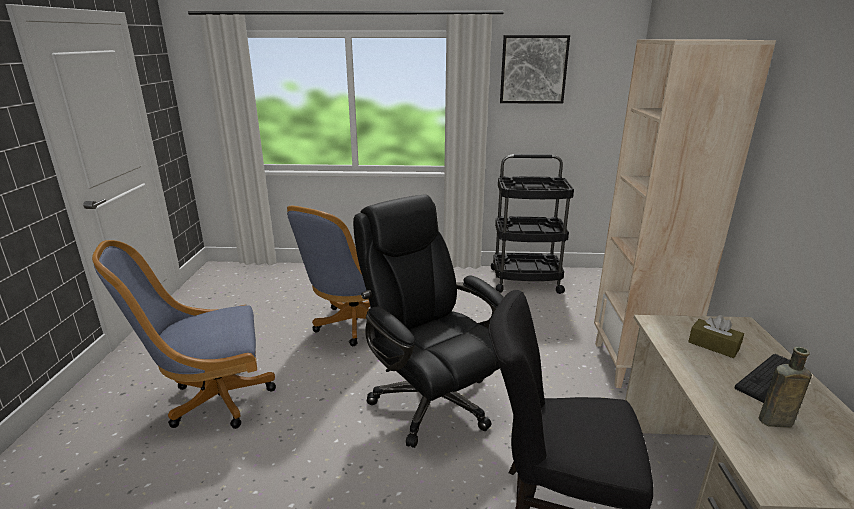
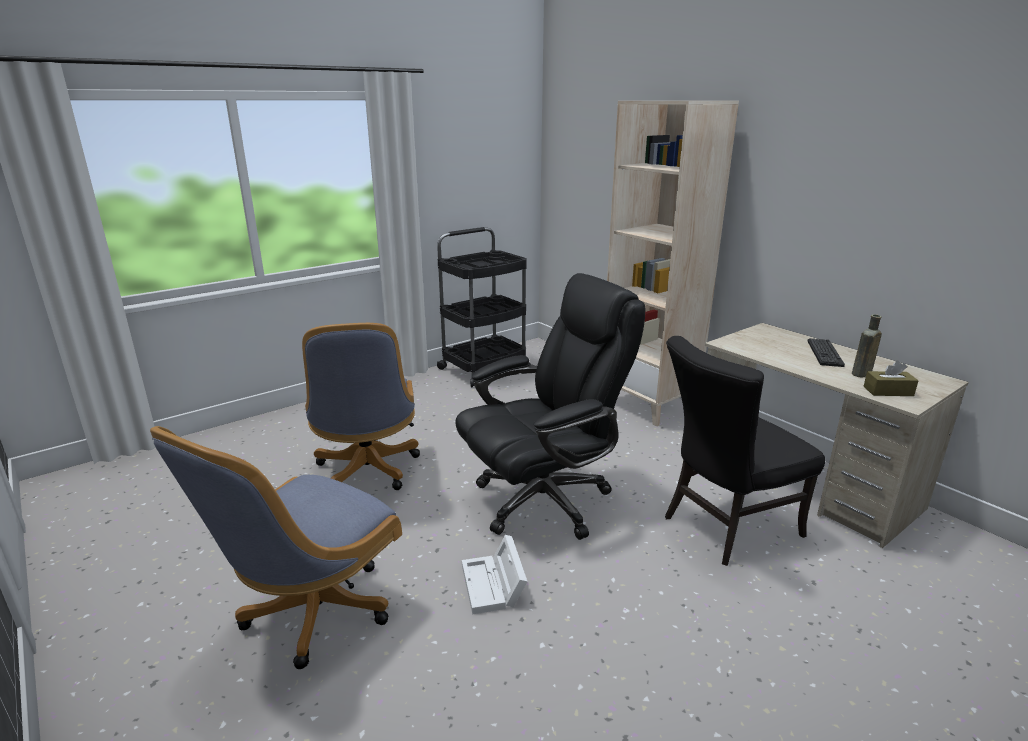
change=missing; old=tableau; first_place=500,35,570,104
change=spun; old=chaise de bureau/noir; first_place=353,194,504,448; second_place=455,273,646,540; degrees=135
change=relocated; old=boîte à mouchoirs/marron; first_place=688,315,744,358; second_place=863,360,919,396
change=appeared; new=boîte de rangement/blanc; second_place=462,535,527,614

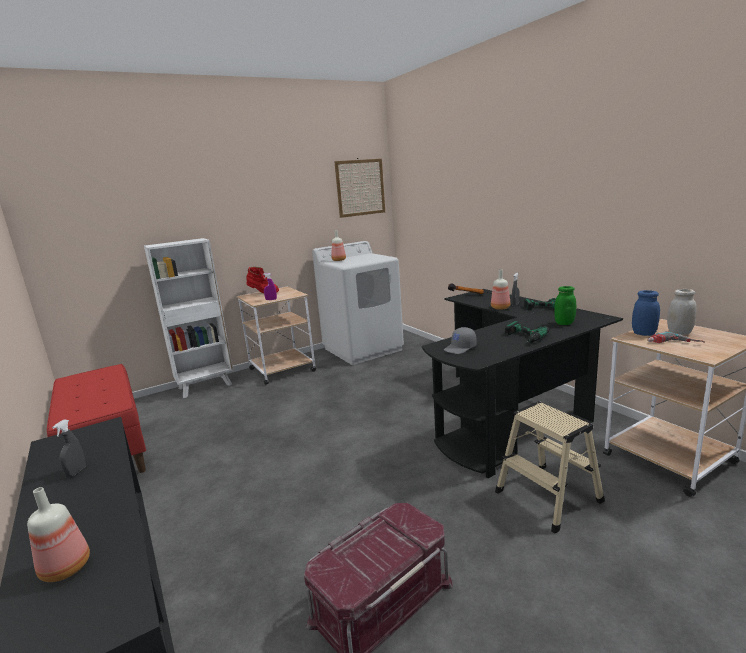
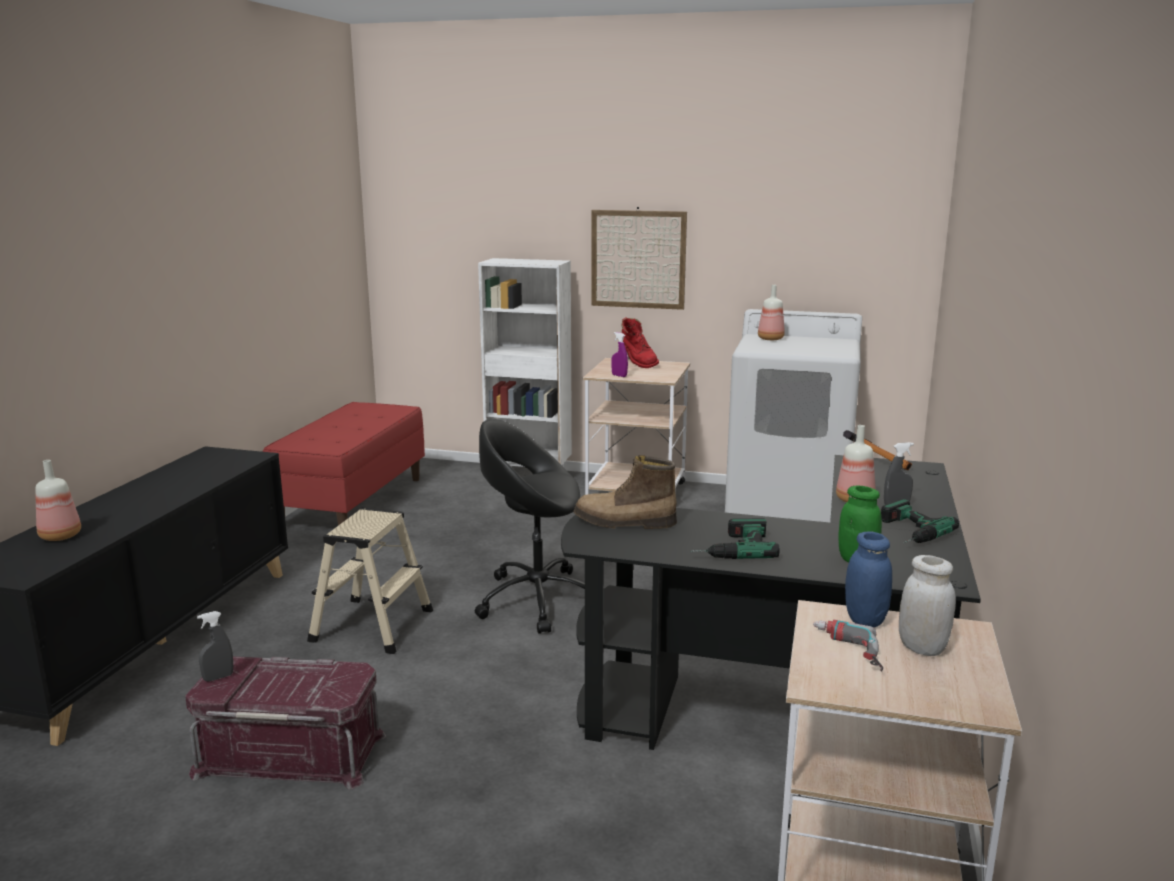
change=relocated; old=tableau; first_place=334,158,385,218; second_place=591,207,687,310
change=exchanged; old=casquette/gris; new=botte; first_place=444,327,477,354; second_place=574,455,677,529
change=relocated; old=escabeau/beige; first_place=495,401,605,533; second_place=307,508,433,654
change=relocated; old=vaporisateur/gris; first_place=52,420,86,477; second_place=197,611,233,682
change=appeared; new=chaise de bureau/noir; second_place=475,419,585,634

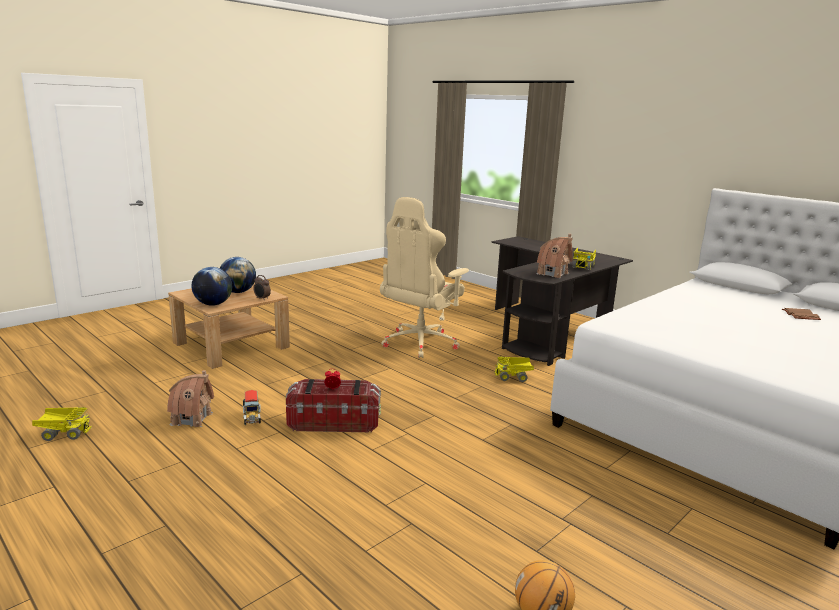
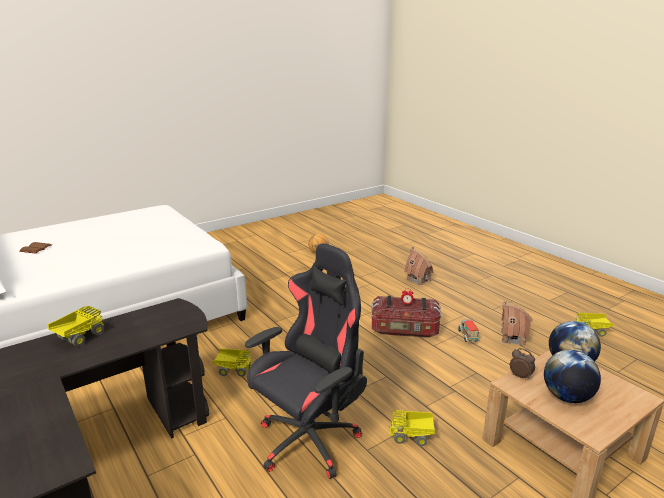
change=colour; old=chaise de bureau/beige; new=chaise de bureau/noir; first_place=380,197,469,358; second_place=245,244,367,479
change=relocated; old=maison miniature; first_place=536,234,573,278; second_place=404,246,433,285
change=appeared; new=camion jouet; second_place=389,410,435,446

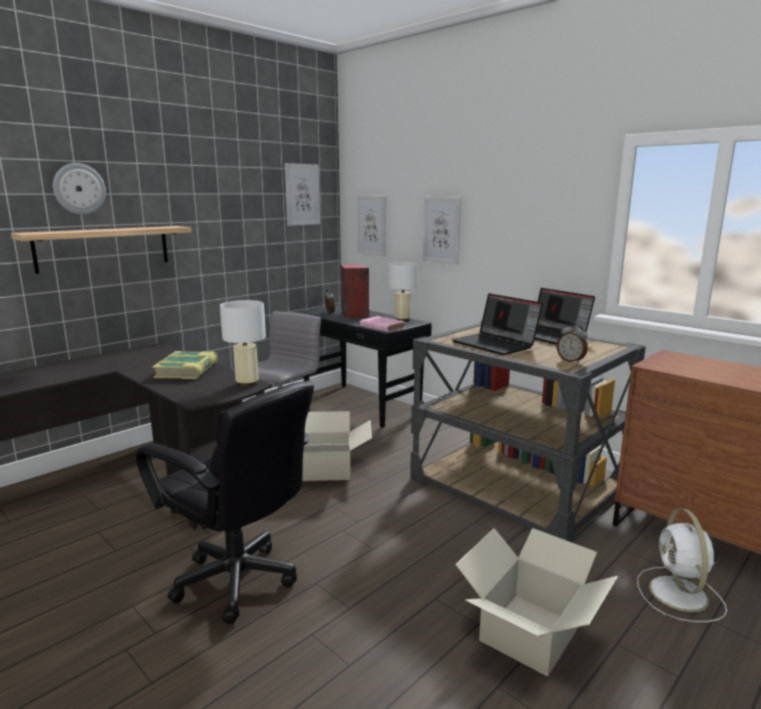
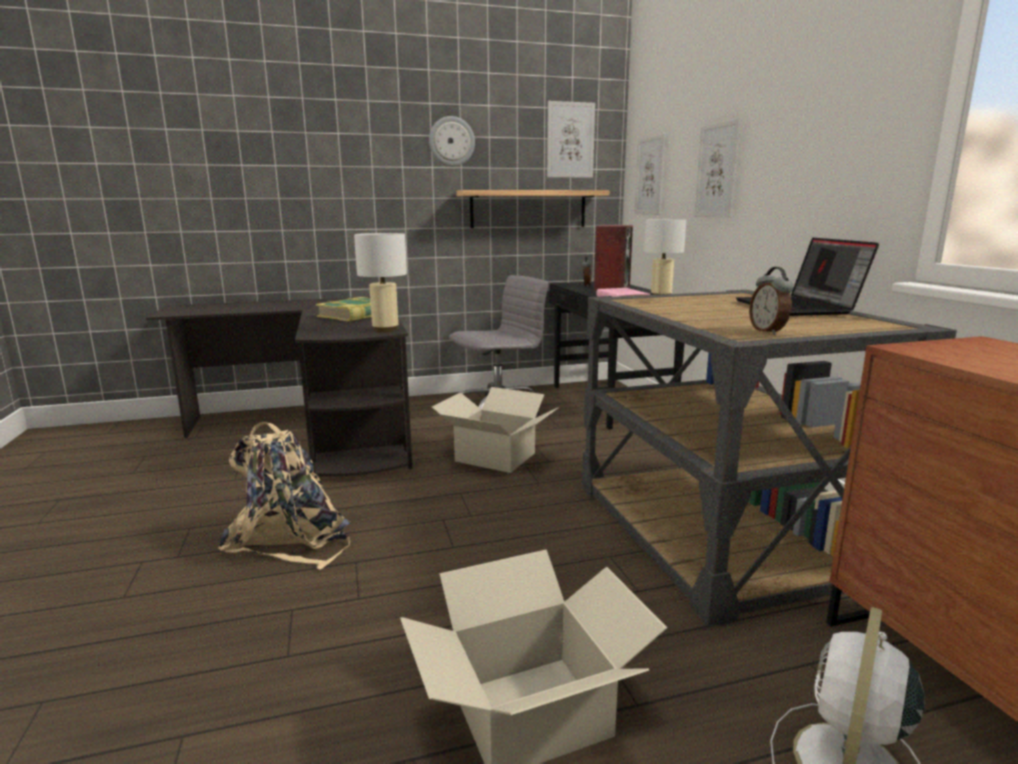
change=relocated; old=horloge murale; first_place=53,163,106,215; second_place=429,116,475,166
change=relocated; old=étagère; first_place=11,226,192,274; second_place=456,190,609,228
change=missing; old=ordinateur portable; first_place=452,293,543,355
change=exchanged; old=chaise de bureau/noir; new=sac à dos/beige; first_place=136,380,314,624; second_place=218,422,350,570

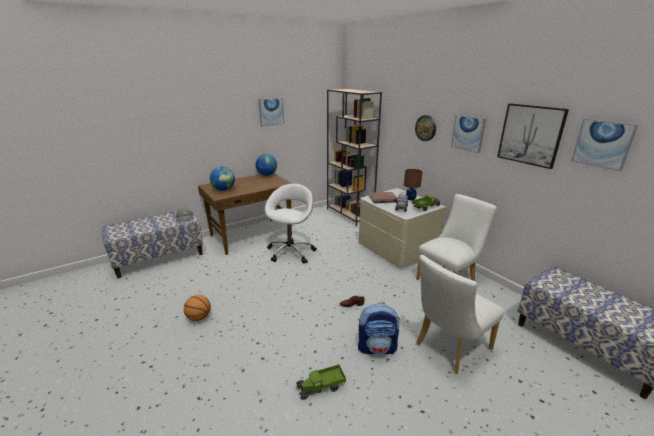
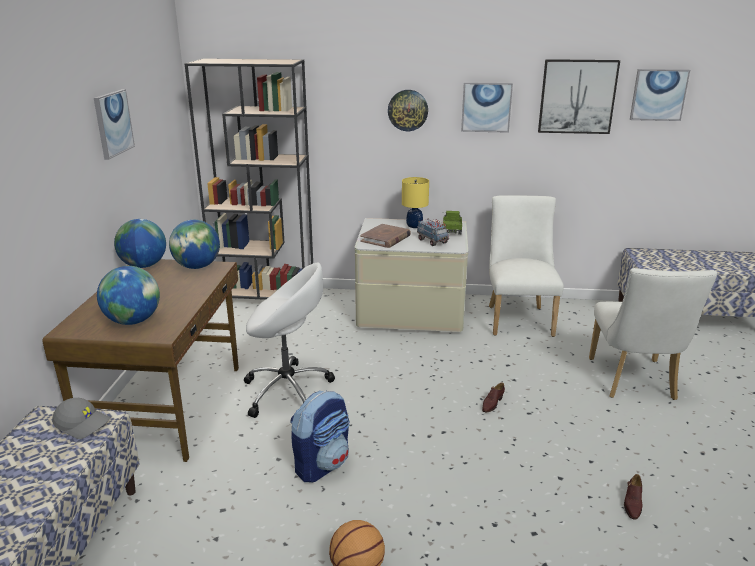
change=colour; old=lampe de table/marron; new=lampe de table/jaune; first_place=404,169,422,200; second_place=402,177,429,228
change=spun; old=chaise de bureau/blanc; first_place=265,184,317,264; second_place=244,262,335,418; degrees=120
change=relocated; old=sac à dos; first_place=358,303,400,355; second_place=290,390,350,482
change=exchanged; old=camion jouet; new=chaussure/marron; first_place=296,364,346,400; second_place=624,474,642,520
change=appeared; new=globe; second_place=169,220,220,269

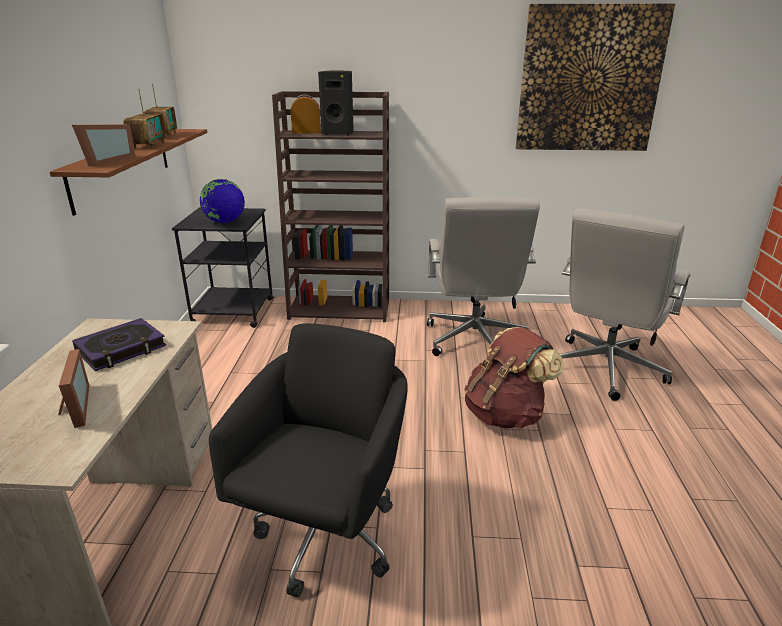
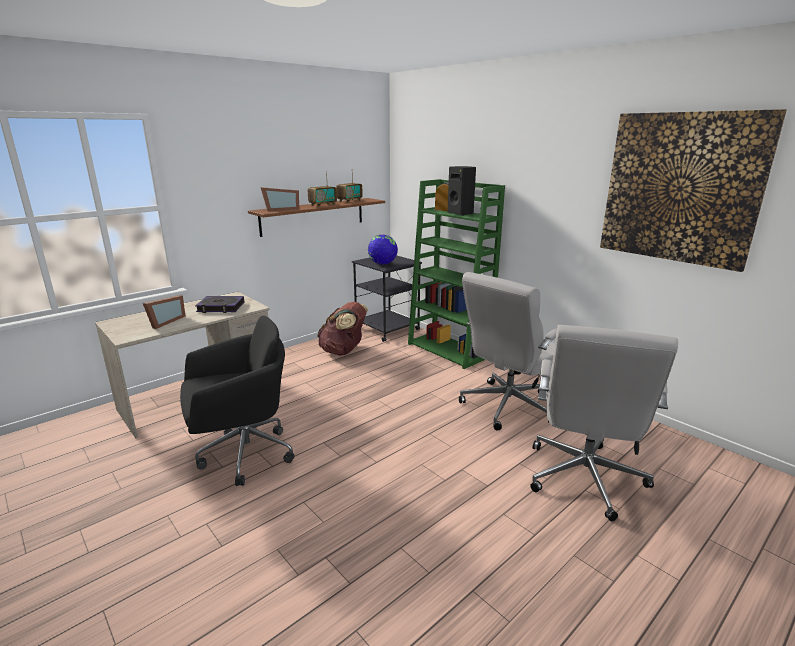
change=colour; old=bibliothèque/marron; new=bibliothèque/vert; first_place=272,91,389,322; second_place=408,179,505,369
change=spun; old=chaise de bureau/gris; first_place=560,208,690,401; second_place=530,325,678,521; degrees=-60
change=relocated; old=sac à dos/marron; first_place=464,327,565,429; second_place=317,302,368,356

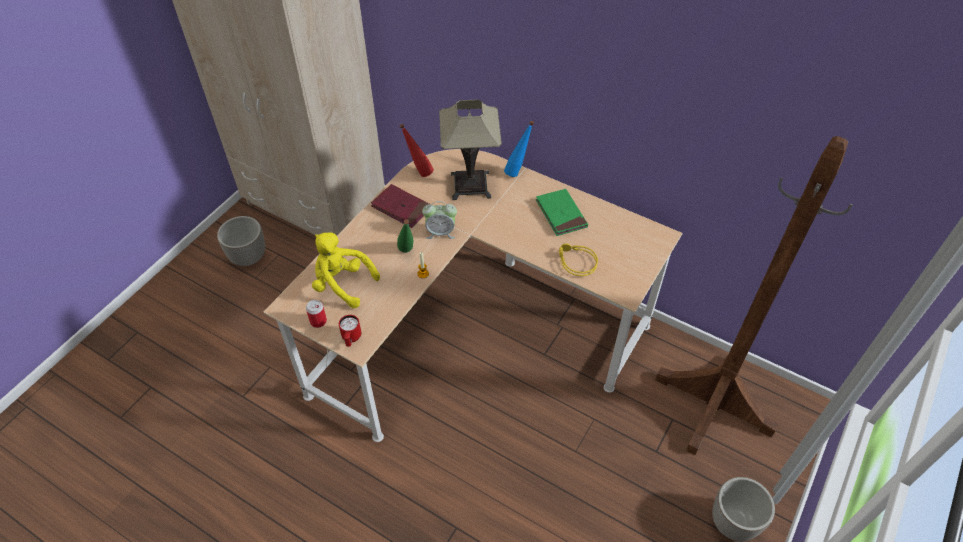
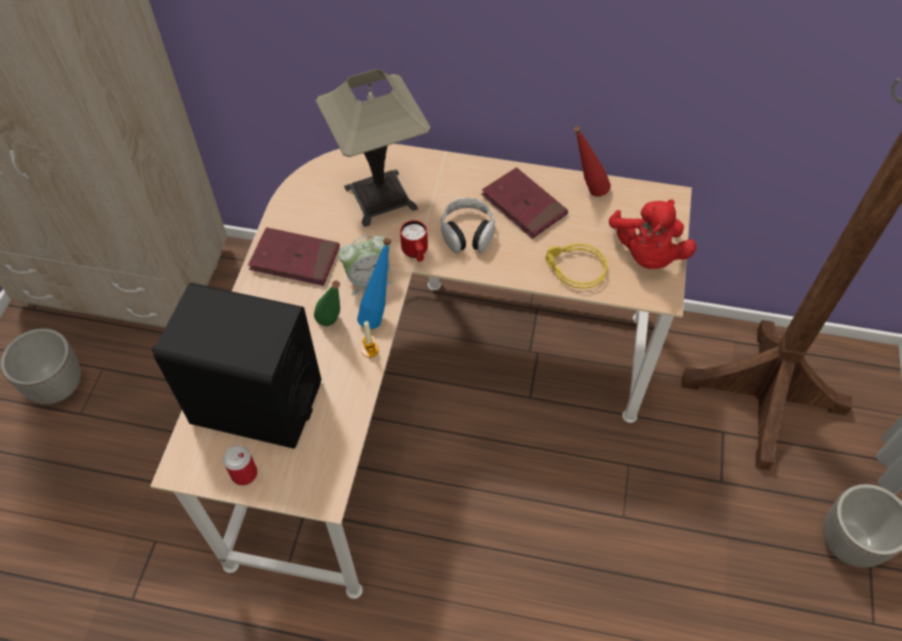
change=relocated; old=bouteille/bleu; first_place=504,121,534,177; second_place=357,238,391,329
change=relocated; old=bouteille/rouge; first_place=400,124,434,177; second_place=574,126,611,197
change=colour; old=livre/vert; new=livre/rouge; first_place=536,189,588,236; second_place=481,167,568,239
change=exchanged; old=peluche/jaune; new=enceinte/noir; first_place=312,232,380,308; second_place=152,283,321,449
change=relocated; old=mug/rouge; first_place=339,315,361,347; second_place=400,220,428,262
change=appeared; new=casque audio; second_place=440,198,495,253
change=appeared; new=peluche/rouge; second_place=609,199,697,269

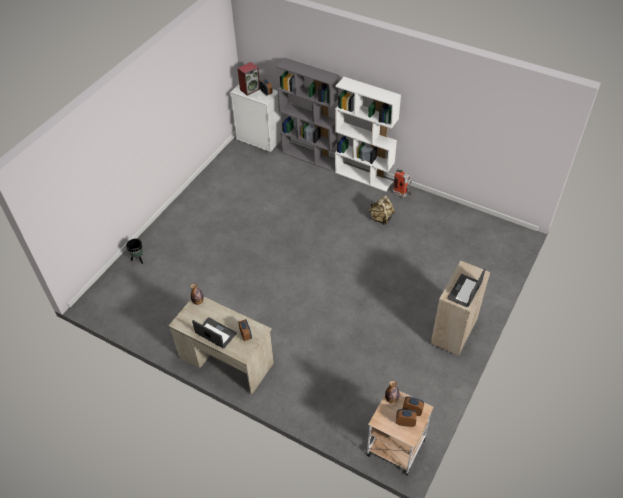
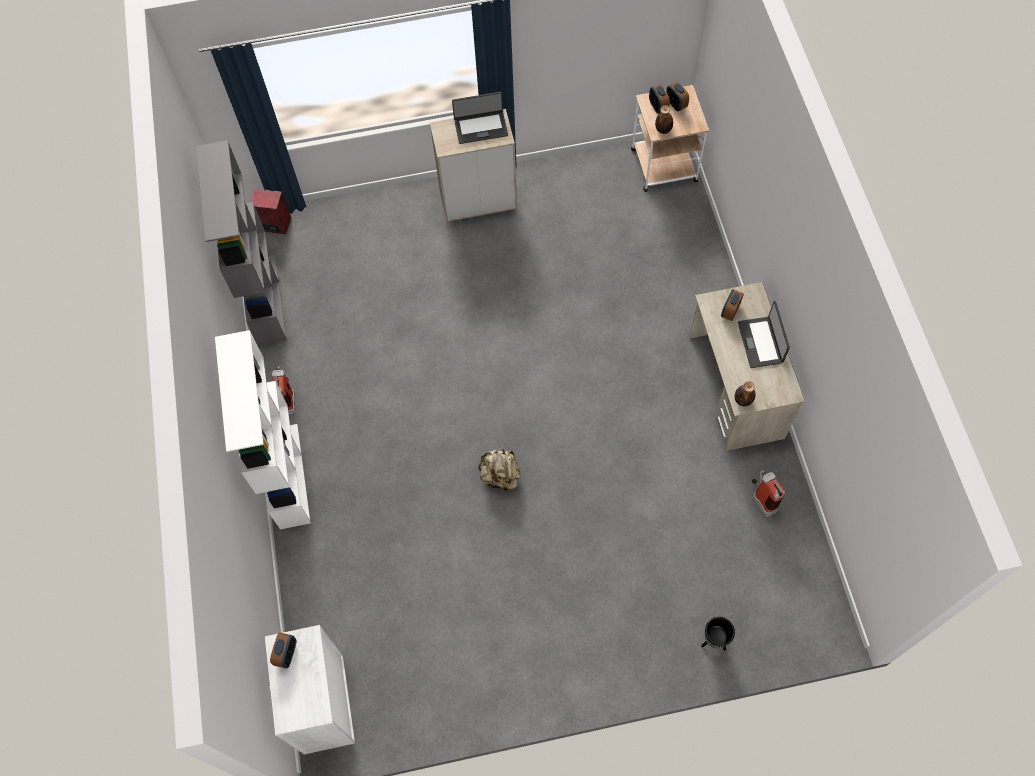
change=relocated; old=bibliothèque/gris; first_place=276,58,338,171; second_place=196,140,287,346
change=relocated; old=enceinte; first_place=237,62,260,96; second_place=251,188,291,234
change=relocated; old=sac à dos/beige; first_place=369,196,395,225; second_place=478,448,521,492
change=appeared; new=extincteur; second_place=752,470,785,516

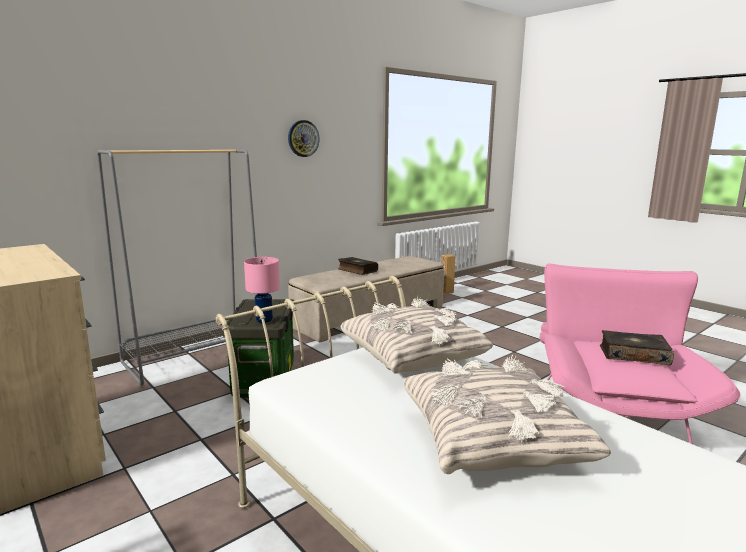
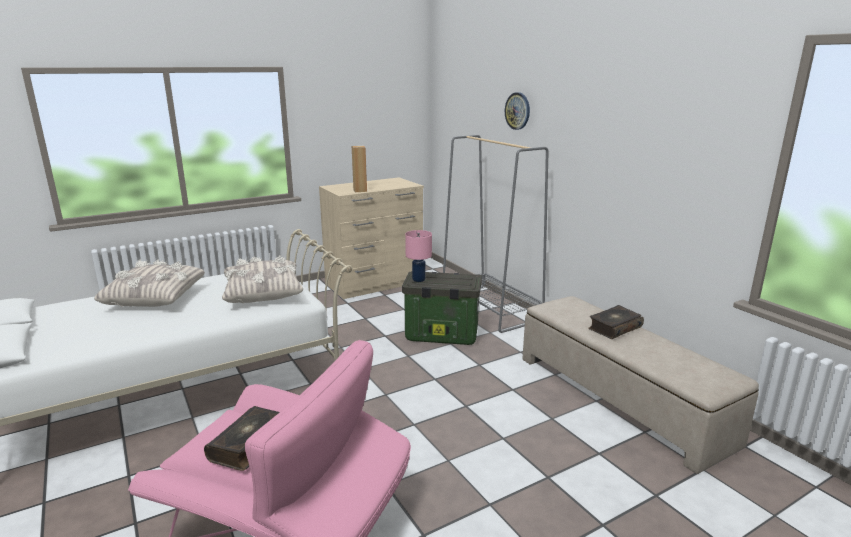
change=relocated; old=horloge murale; first_place=288,120,320,157; second_place=505,92,530,130
change=relocated; old=enceinte/marron; first_place=441,254,455,294; second_place=352,146,367,192

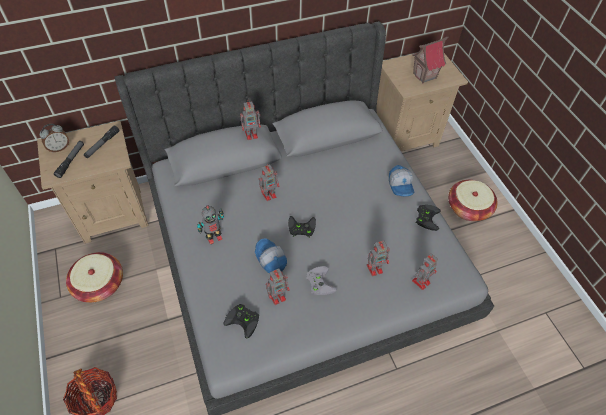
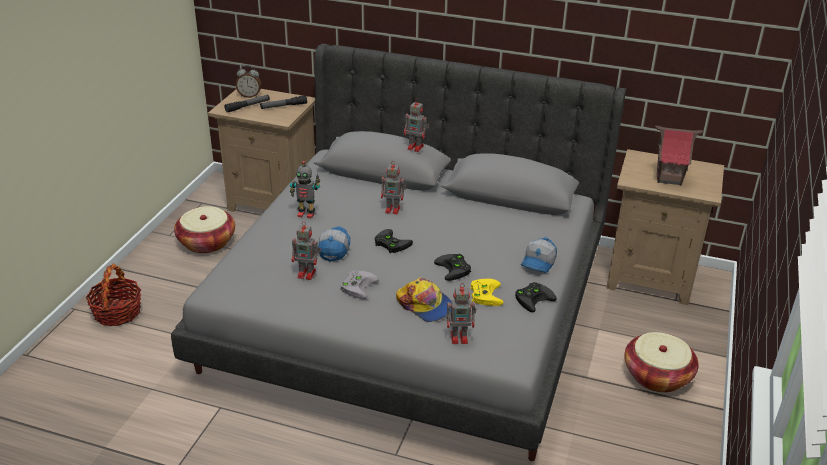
change=exchanged; old=robot jouet; new=casquette; first_place=367,240,390,276; second_place=396,277,451,322
change=relocated; old=manette/noir; first_place=224,304,259,338; second_place=434,253,471,281
change=appeared; new=manette/jaune; second_place=470,279,504,306

